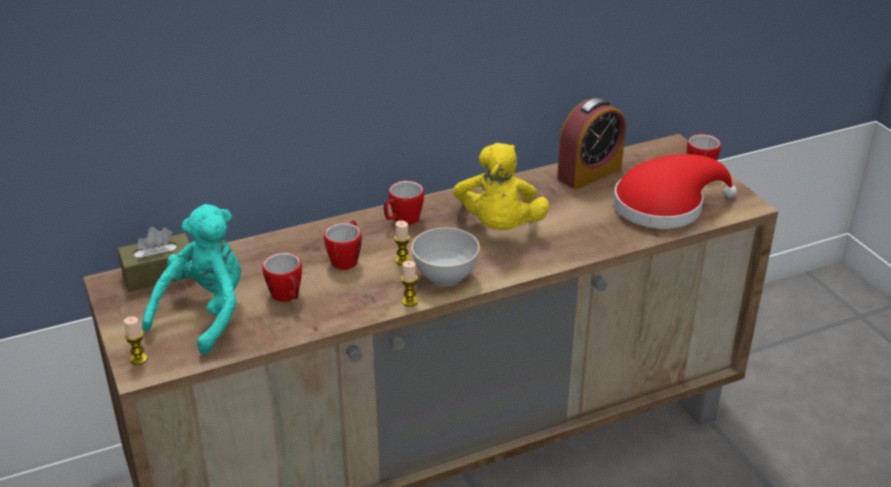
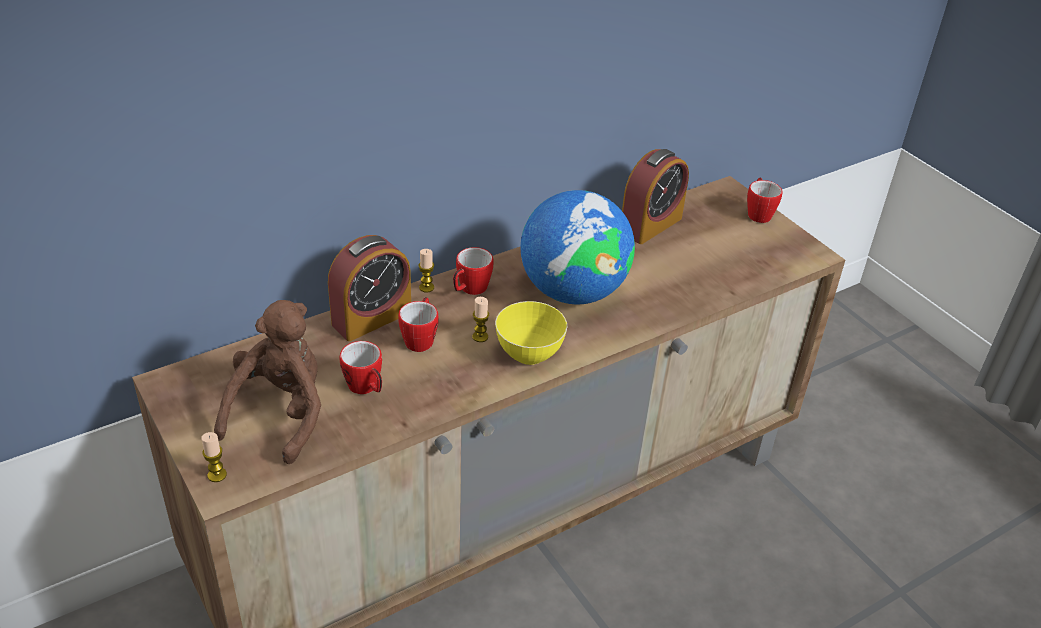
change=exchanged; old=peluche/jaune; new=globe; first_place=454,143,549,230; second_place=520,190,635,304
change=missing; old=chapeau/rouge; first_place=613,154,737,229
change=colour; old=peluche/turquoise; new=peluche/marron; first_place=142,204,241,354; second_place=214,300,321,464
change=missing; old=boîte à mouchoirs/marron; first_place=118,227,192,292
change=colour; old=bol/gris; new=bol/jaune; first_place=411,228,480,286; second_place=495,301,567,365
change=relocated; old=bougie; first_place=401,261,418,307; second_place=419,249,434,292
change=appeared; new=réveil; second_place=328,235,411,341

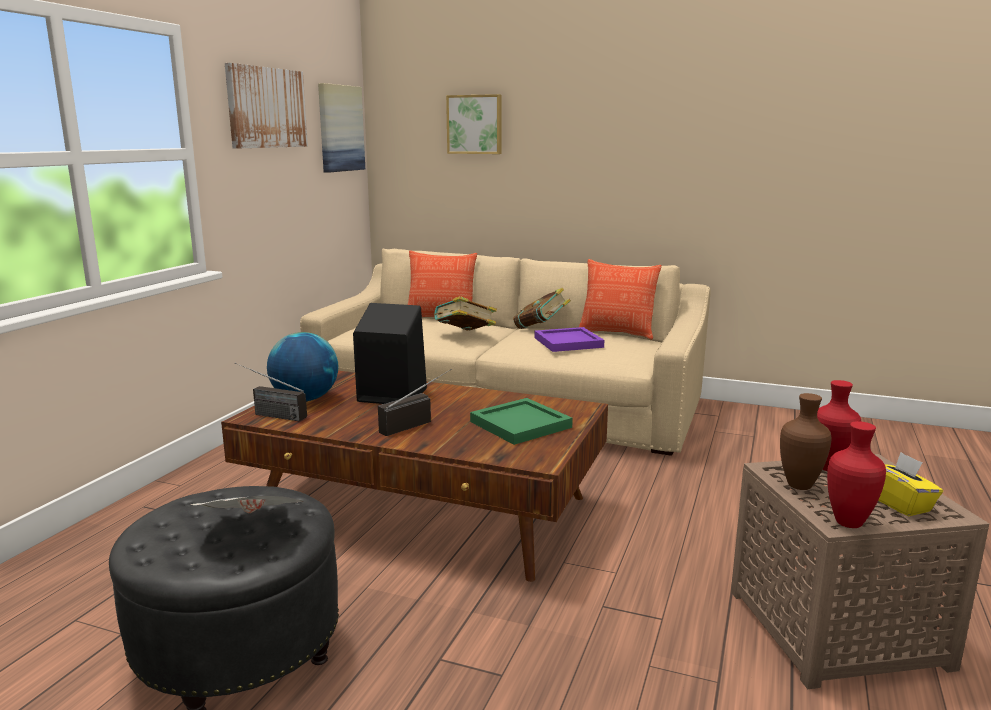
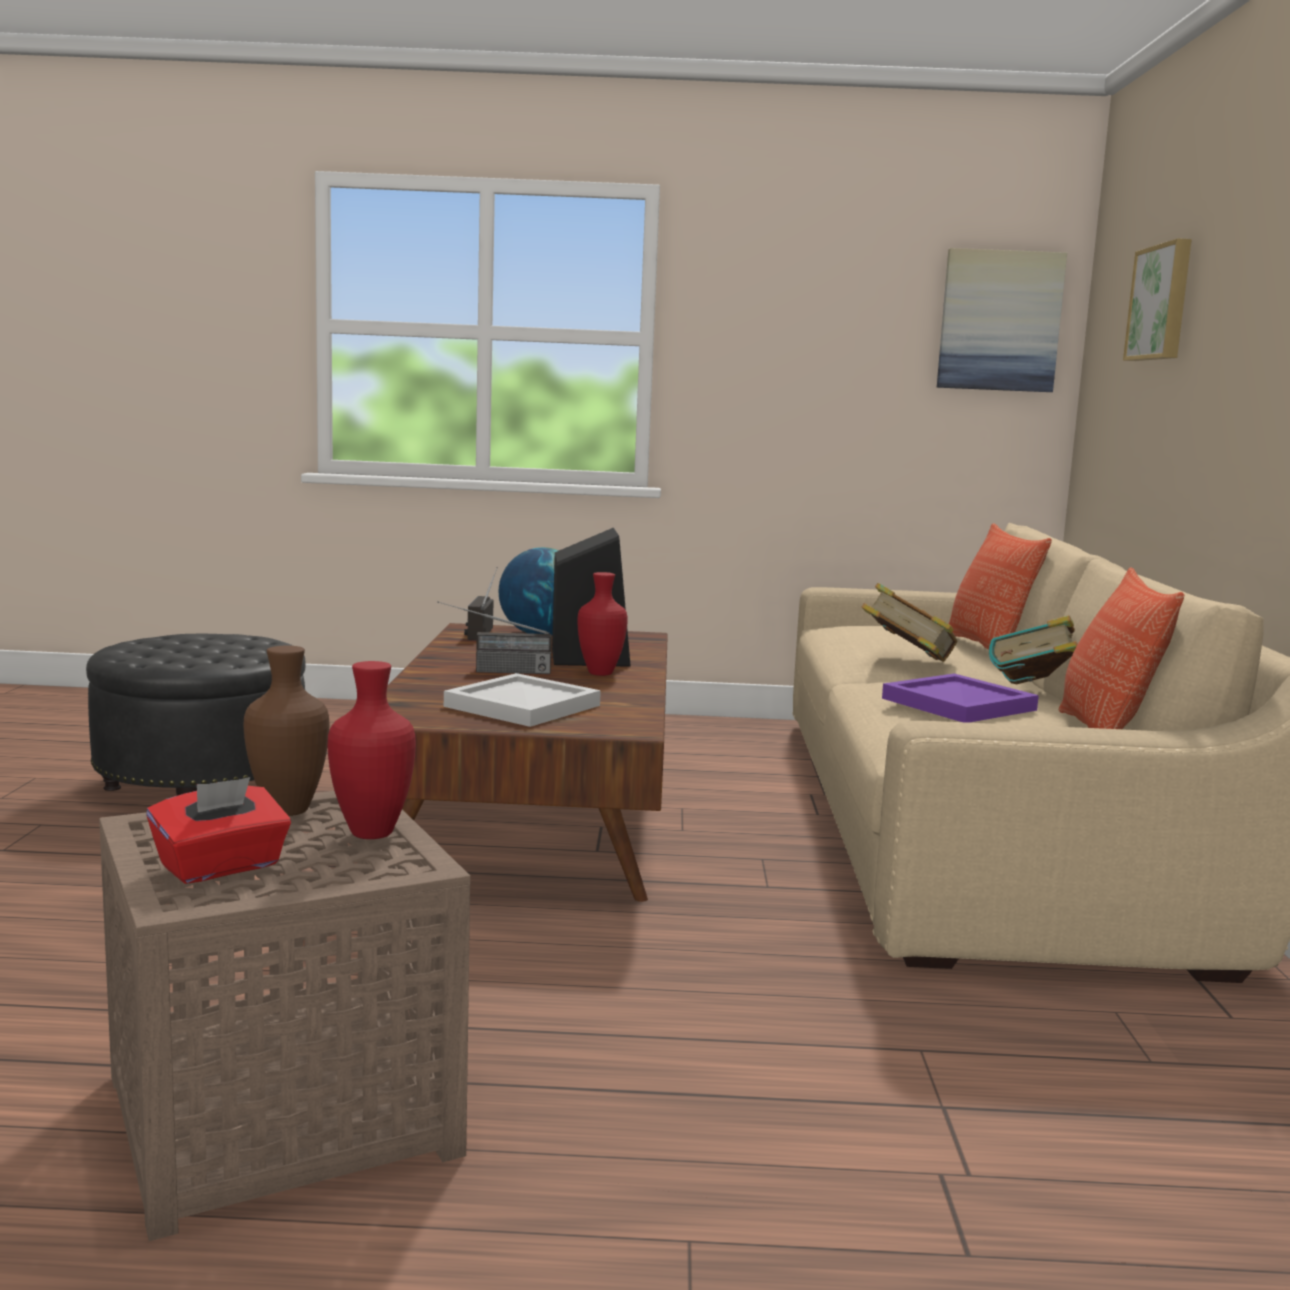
change=missing; old=tableau; first_place=225,63,308,148
change=spun; old=radio; first_place=378,369,452,436; second_place=437,601,552,674; degrees=150
change=colour; old=plateau/vert; new=plateau/blanc; first_place=470,398,573,445; second_place=444,673,601,727
change=relocated; old=vase/rouge; first_place=827,421,886,528; second_place=577,572,628,676
change=colour; old=boîte à mouchoirs/jaune; new=boîte à mouchoirs/rouge; first_place=878,452,943,516; second_place=146,777,291,884
change=missing; old=journal; first_place=191,496,304,513

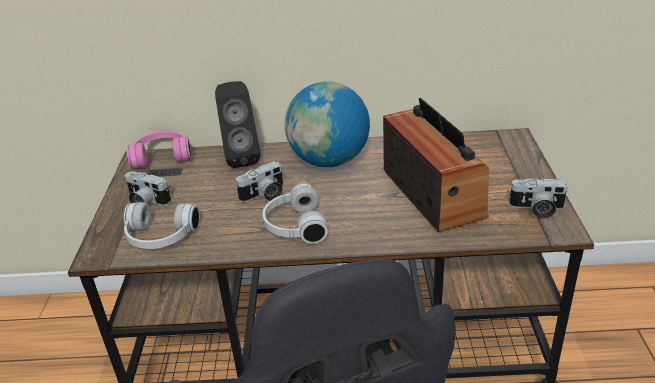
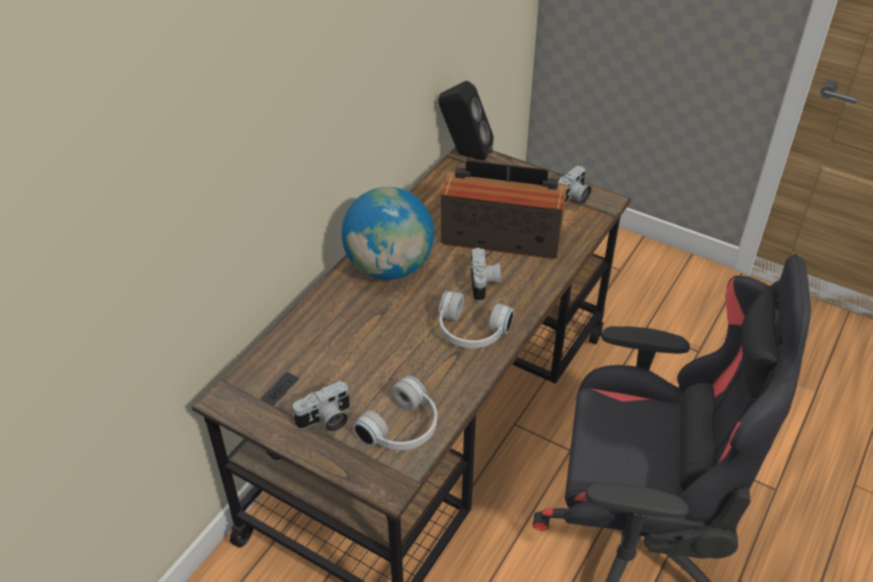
change=relocated; old=enceinte/noir; first_place=215,81,261,168; second_place=438,81,494,161
change=missing; old=casque audio/rose; first_place=127,131,192,168
change=relocated; old=appareil photo; first_place=236,161,283,202; second_place=470,247,501,302

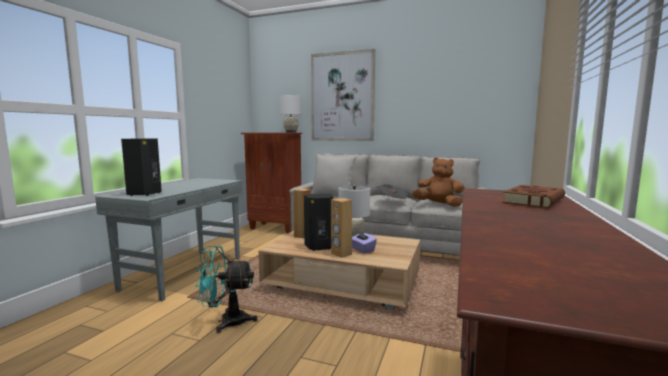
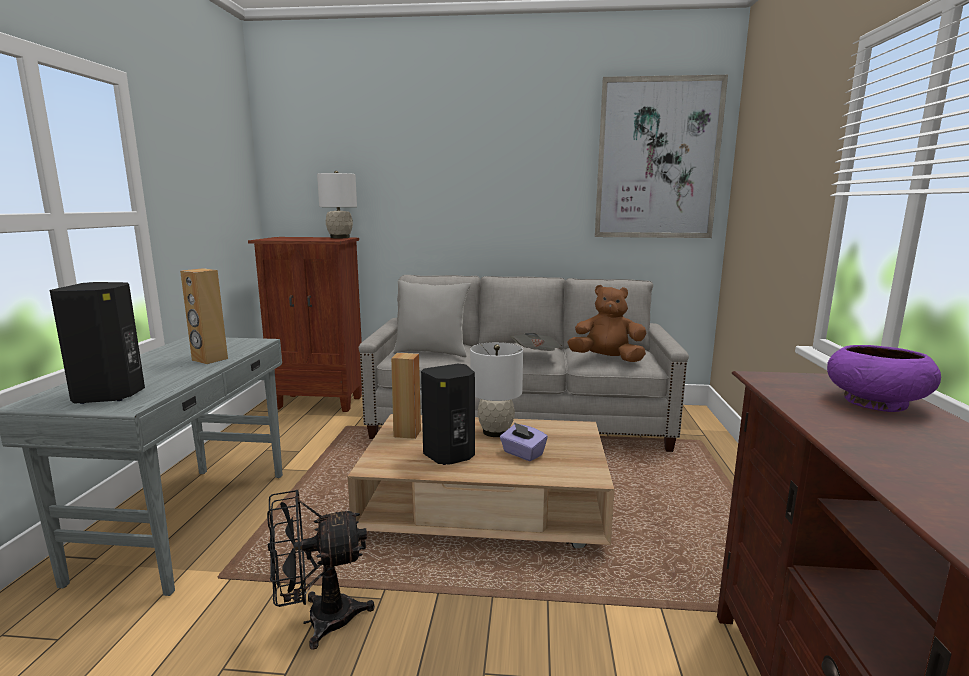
change=relocated; old=tableau; first_place=311,49,375,141; second_place=595,75,728,238
change=exchanged; old=livre/marron; new=bol/violet; first_place=502,185,565,208; second_place=827,345,941,412
change=relocated; old=enceinte/marron; first_place=331,198,352,258; second_place=180,268,228,364
change=colour; old=ventilateur/turquoise; new=ventilateur/noir; first_place=195,246,258,333; second_place=267,490,375,650

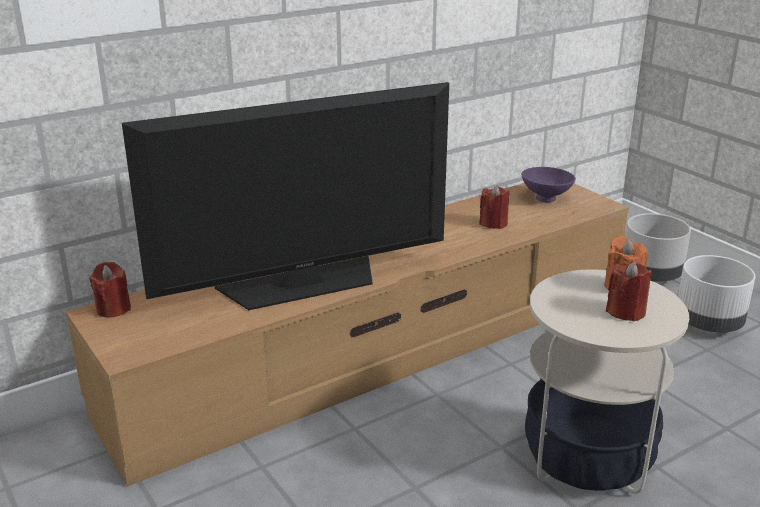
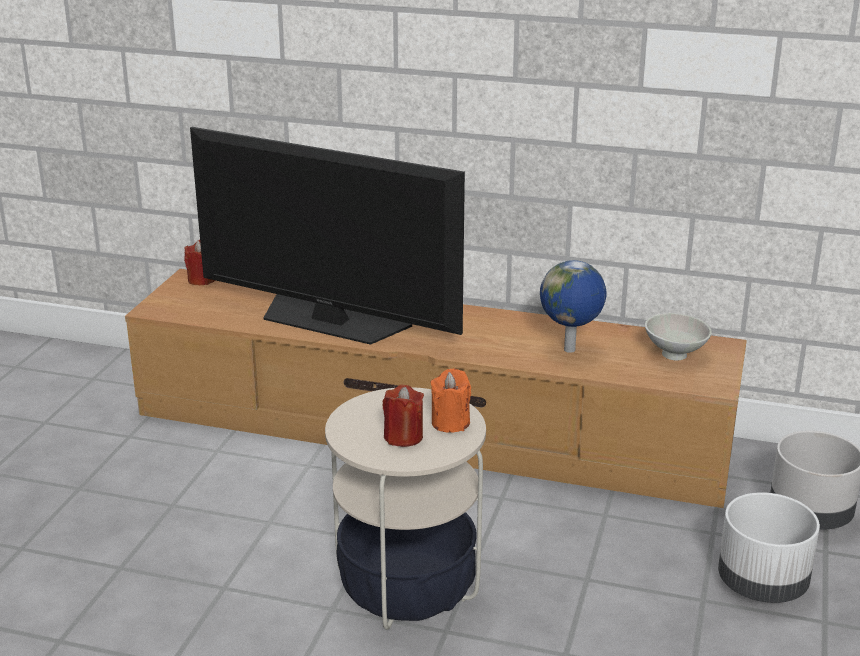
change=colour; old=bol/violet; new=bol/blanc; first_place=522,167,576,202; second_place=645,313,712,360
change=exchanged; old=bougie/rouge; new=globe; first_place=479,185,510,229; second_place=540,260,606,353

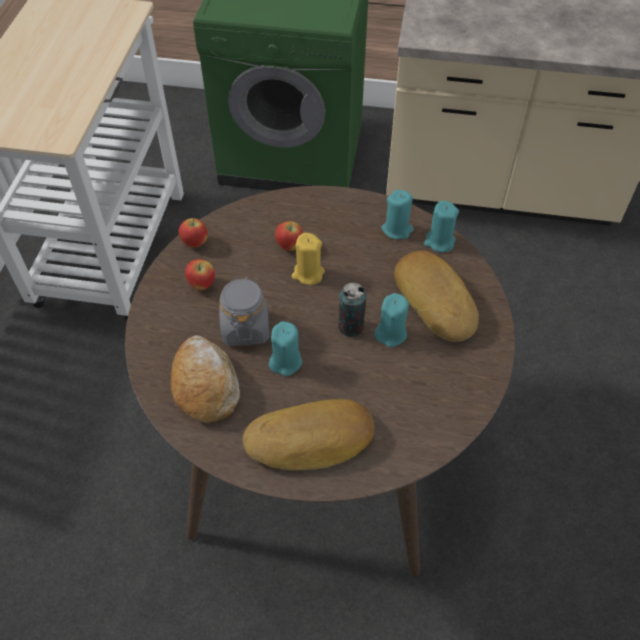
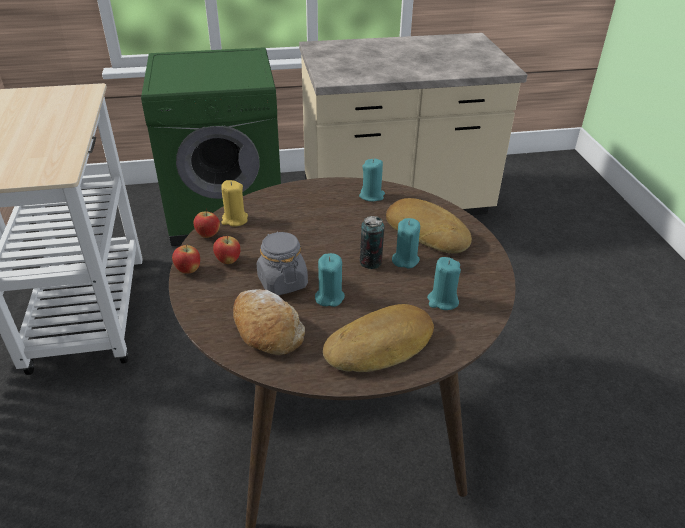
change=relocated; old=bougie/turquoise; first_place=424,201,459,252; second_place=427,257,461,310
change=relocated; old=pomme; first_place=275,221,303,251; second_place=172,245,200,274
change=relocated; old=bougie/jaune; first_place=292,233,325,285; second_place=221,180,248,226

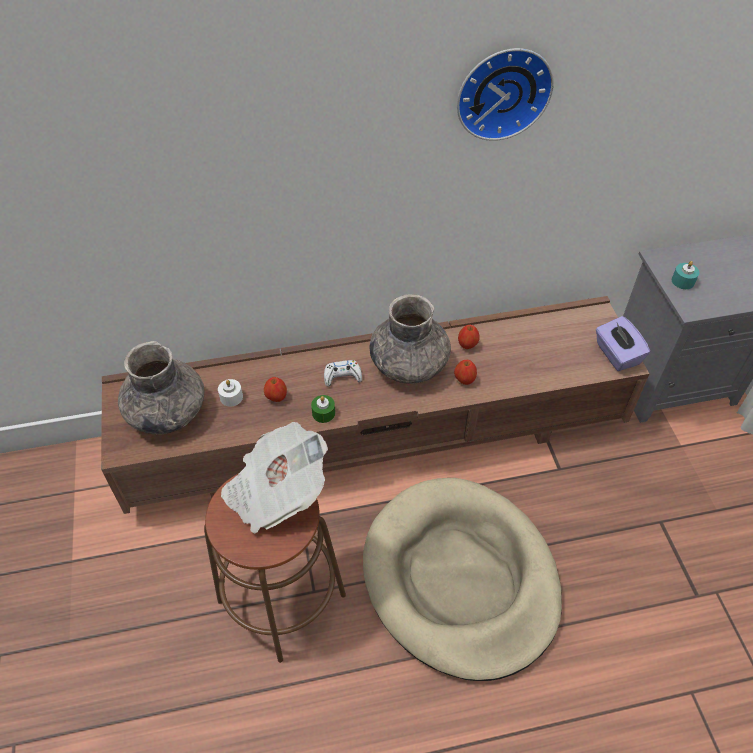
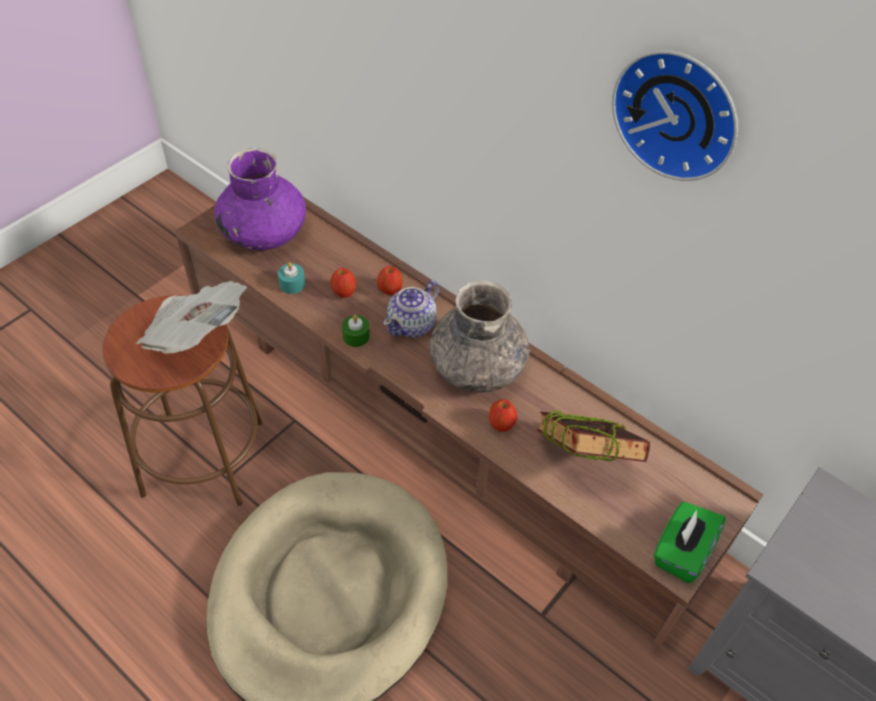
change=relocated; old=bougie/turquoise; first_place=672,261,699,289; second_place=278,262,305,294
change=colour; old=boîte à mouchoirs/violet; new=boîte à mouchoirs/vert; first_place=596,316,650,371; second_place=654,502,726,583
change=relocated; old=pomme; first_place=458,325,480,349; second_place=377,266,403,295
change=colour; old=vase/gris; new=vase/violet; first_place=118,341,204,434; second_place=214,148,306,250
change=exchanged; old=manette/blanc; new=théière; first_place=324,360,362,387; second_place=383,280,440,337
change=missing; old=bougie/blanc; first_place=218,379,243,407
change=appeared; new=livre; second_place=537,409,650,462

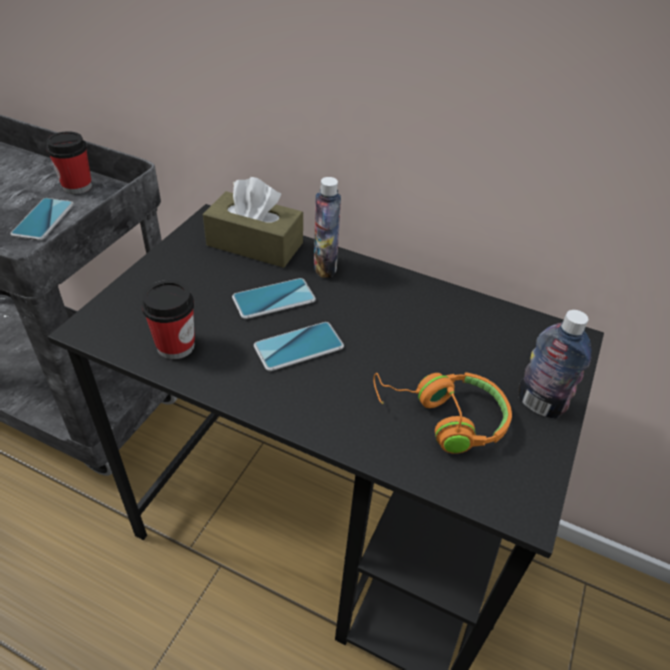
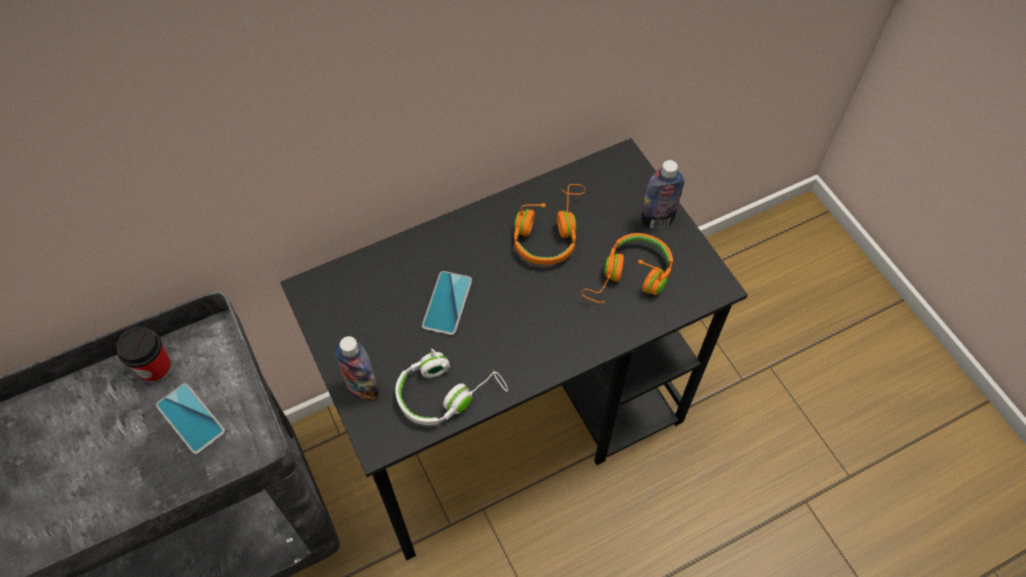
change=missing; old=boîte à mouchoirs/marron; first_place=203,177,303,268
change=relocated; old=bouteille; first_place=314,177,341,278; second_place=334,336,380,401
change=exchanged; old=tasse; new=casque audio/blanc; first_place=141,280,195,359; second_place=395,349,508,425
change=missing; old=téléphone; first_place=254,322,344,371
change=appeared; new=casque audio/orange; second_place=514,184,586,265

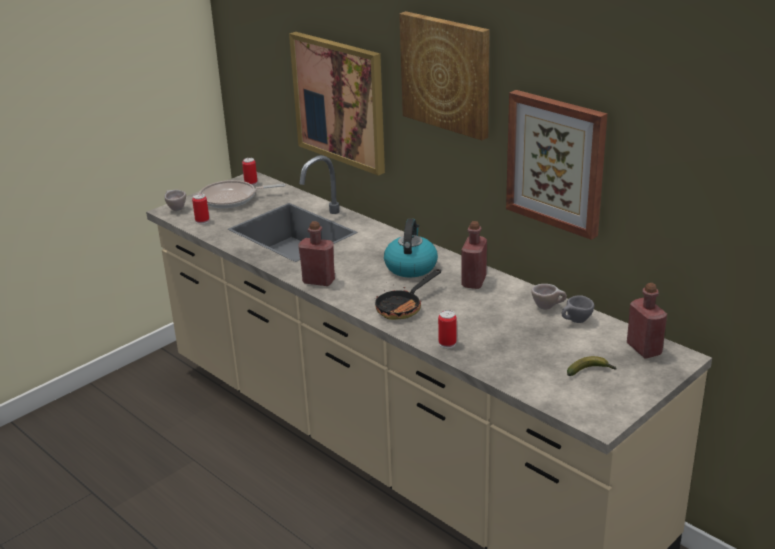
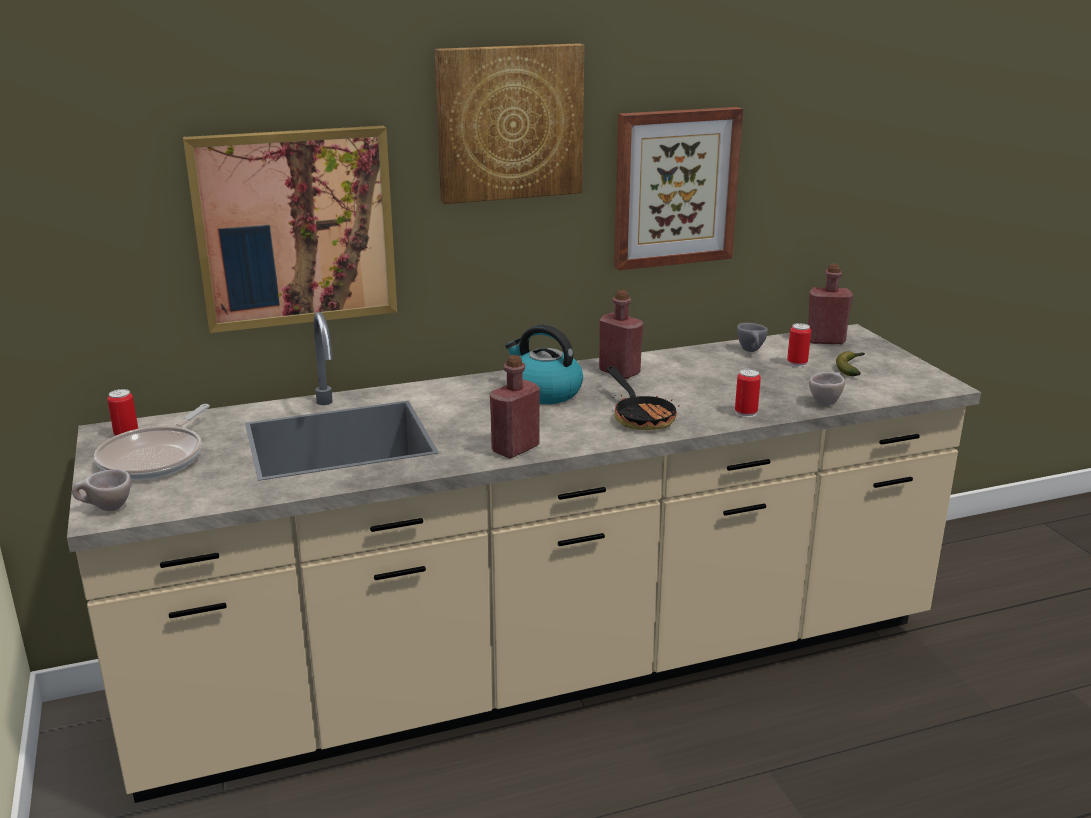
change=relocated; old=boîte métallique; first_place=192,194,209,224; second_place=787,323,811,367
change=relocated; old=tasse/beige; first_place=531,284,567,310; second_place=809,372,845,406

